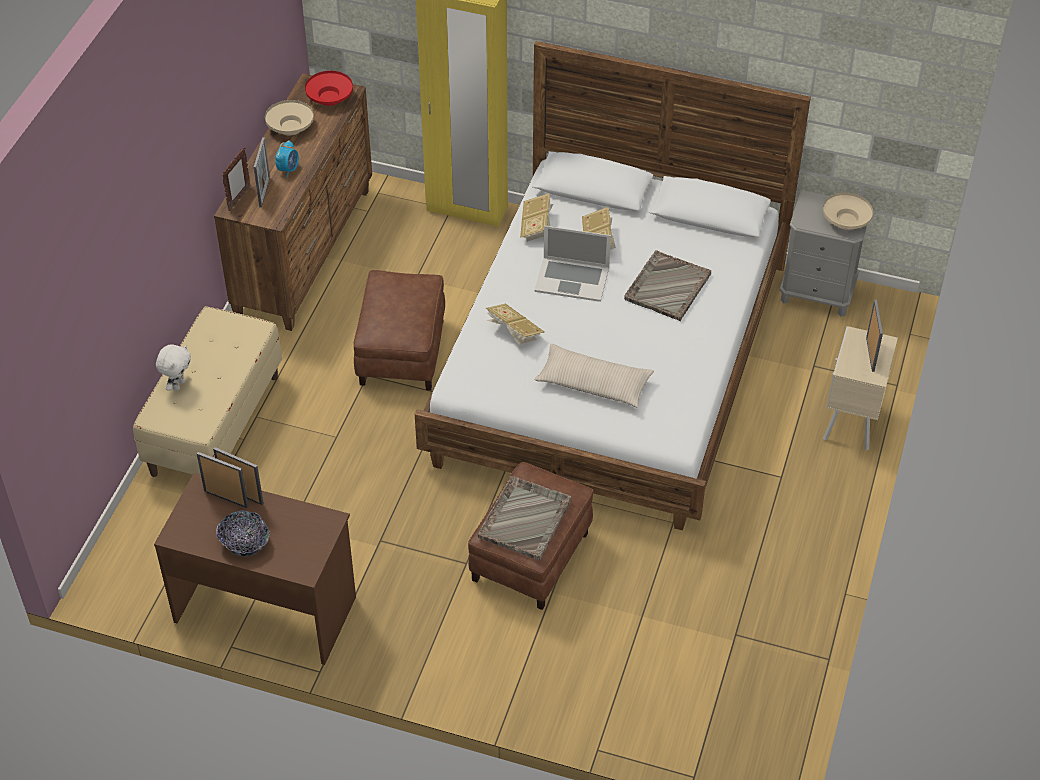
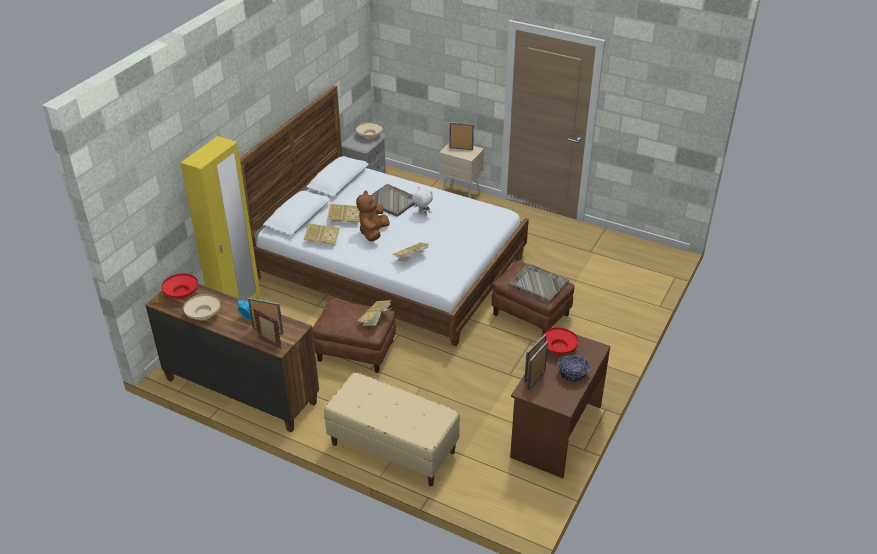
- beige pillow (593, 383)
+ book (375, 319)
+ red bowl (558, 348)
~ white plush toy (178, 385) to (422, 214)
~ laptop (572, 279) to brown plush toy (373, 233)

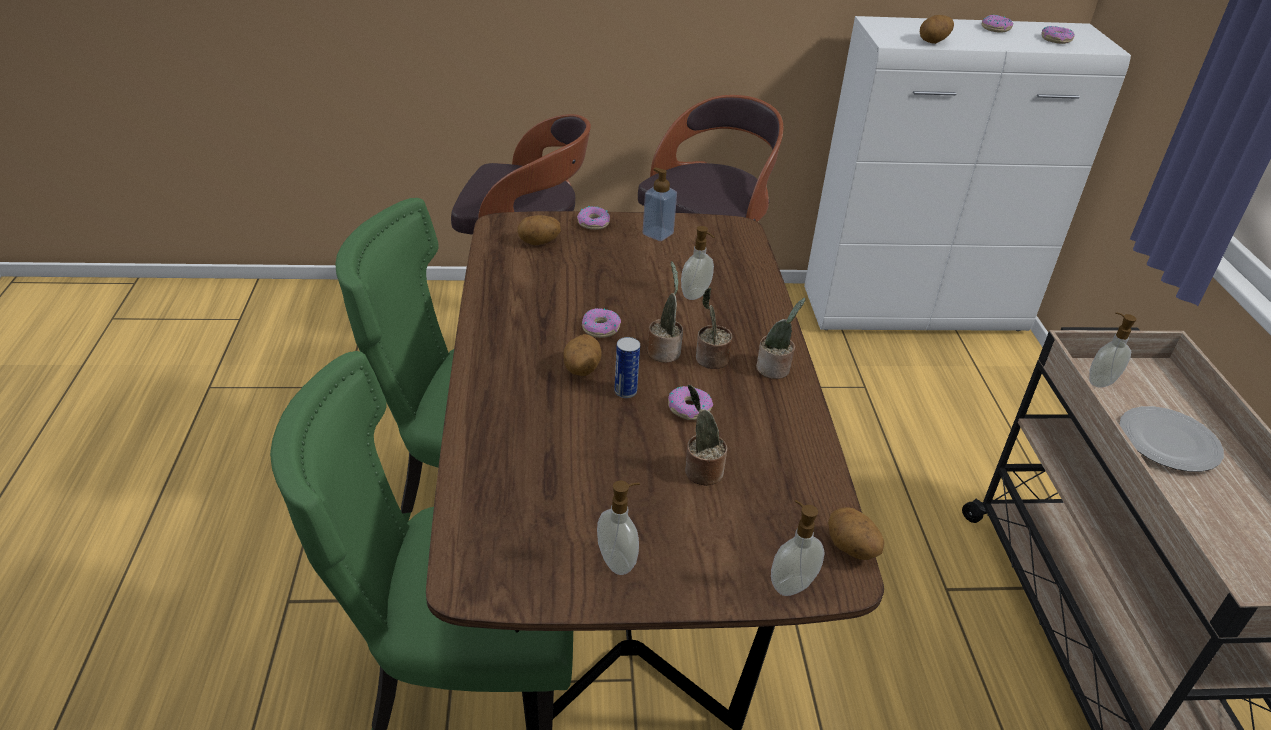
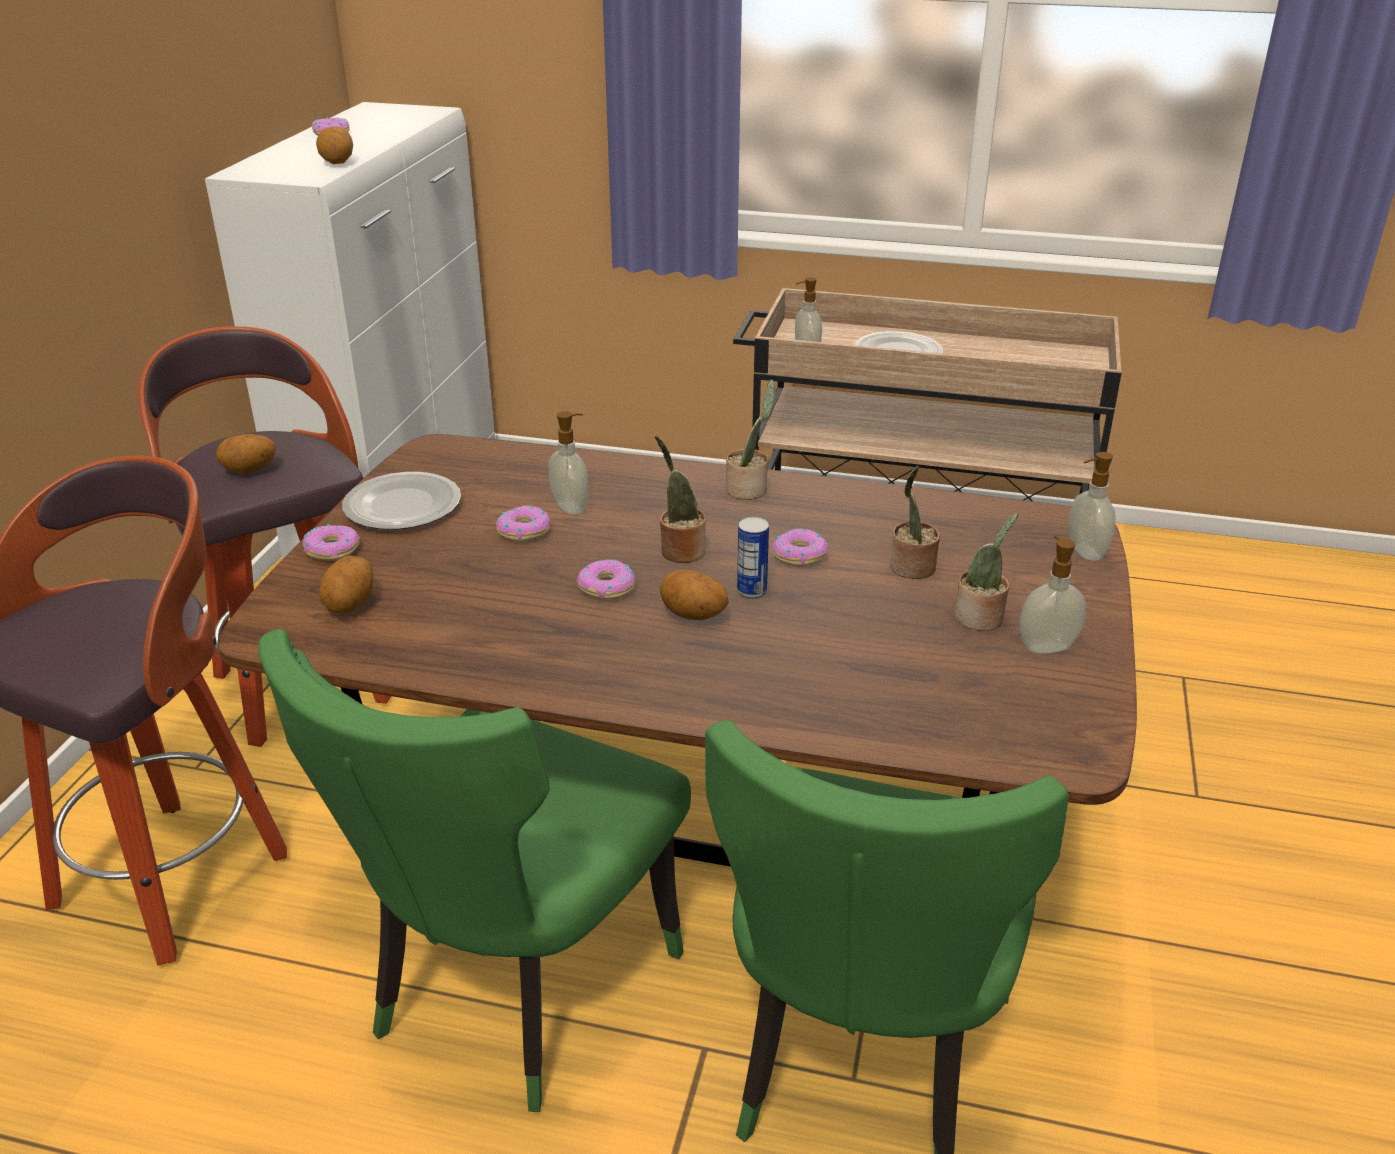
~ potted plant (710, 360) to (981, 619)
~ potato (850, 549) to (249, 471)
~ donut (1056, 39) to (524, 531)
~ soap dispenser (658, 234) to plate (404, 506)

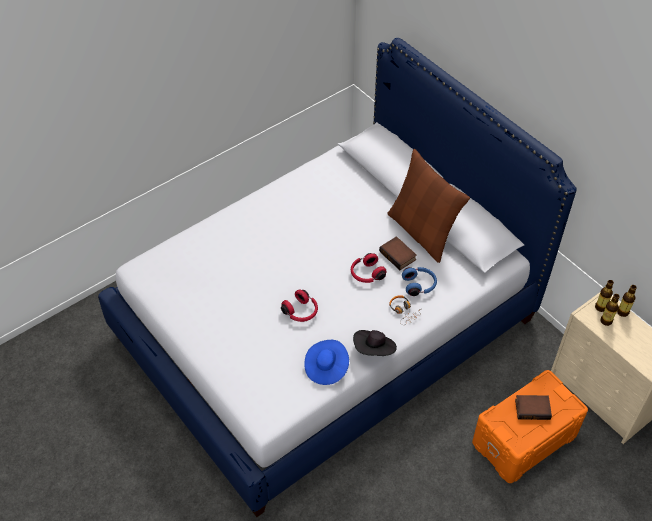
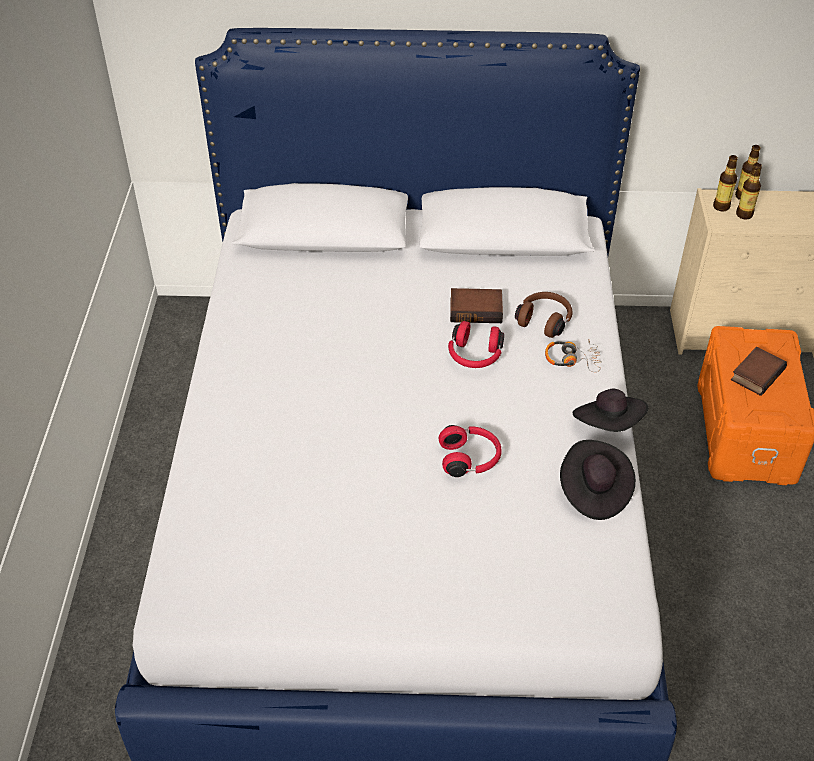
- brown pillow (422, 232)
~ blue hat (326, 368) to black hat (593, 491)
~ blue headphones (419, 285) to brown headphones (544, 320)

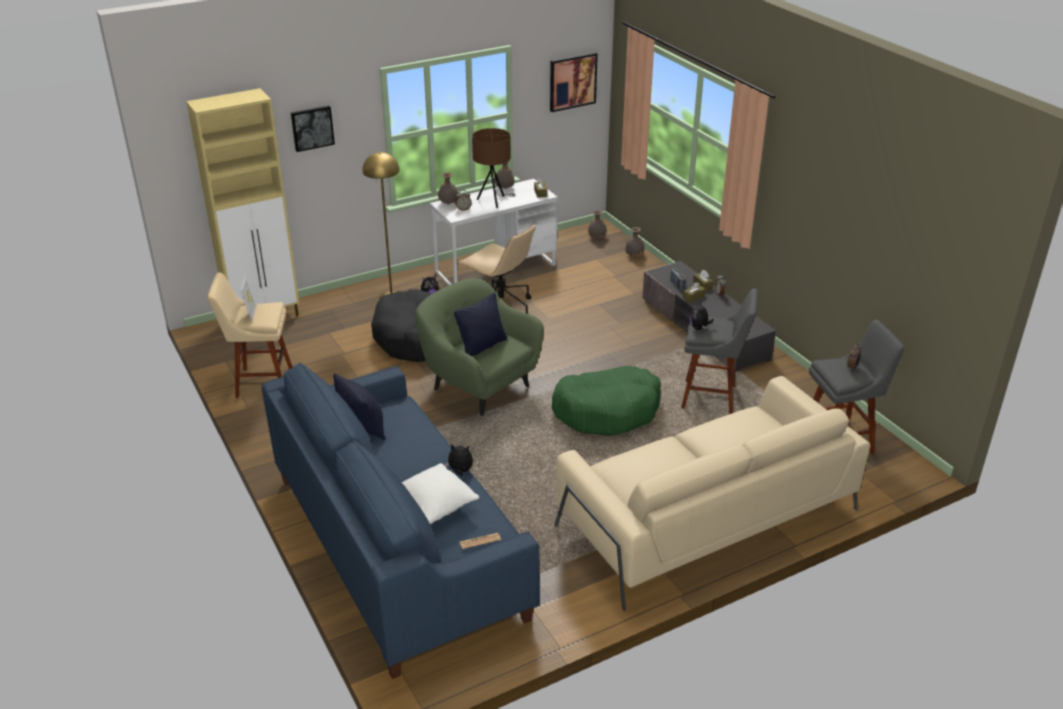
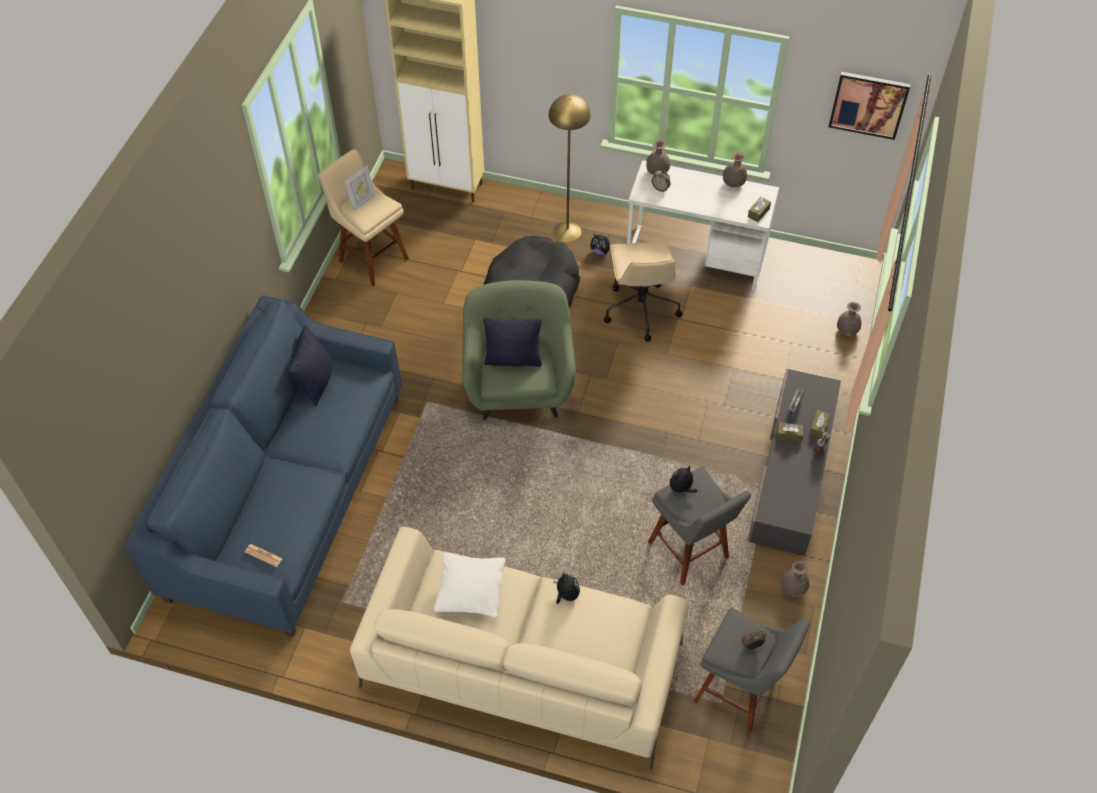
- picture (312, 127)
- brown table lamp (494, 201)
- green dog bed (607, 411)
~ white pillow (435, 507) to (471, 593)
~ plush toy (460, 471) to (566, 595)
~ grey vase (597, 237) to (793, 588)

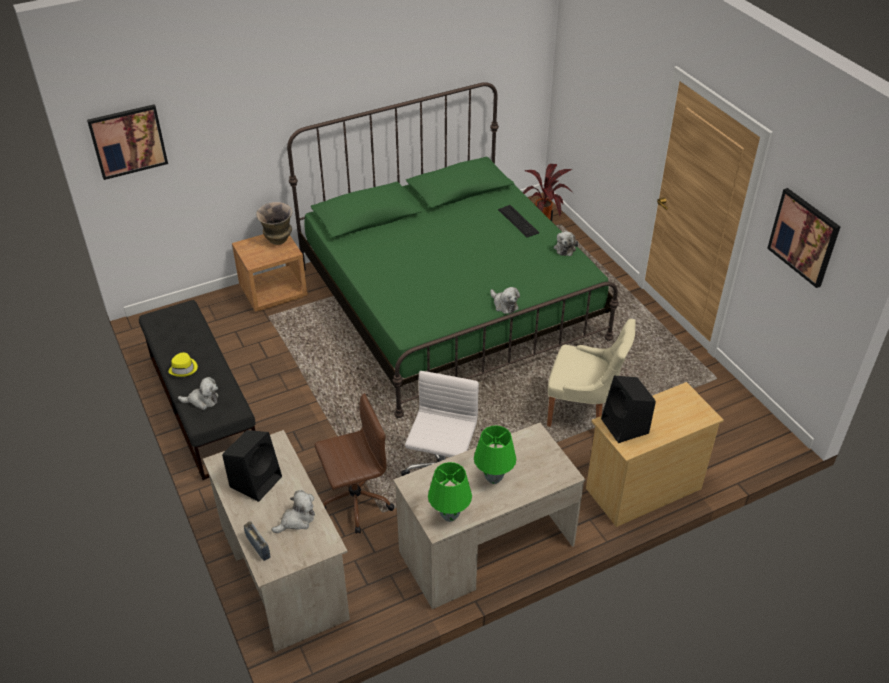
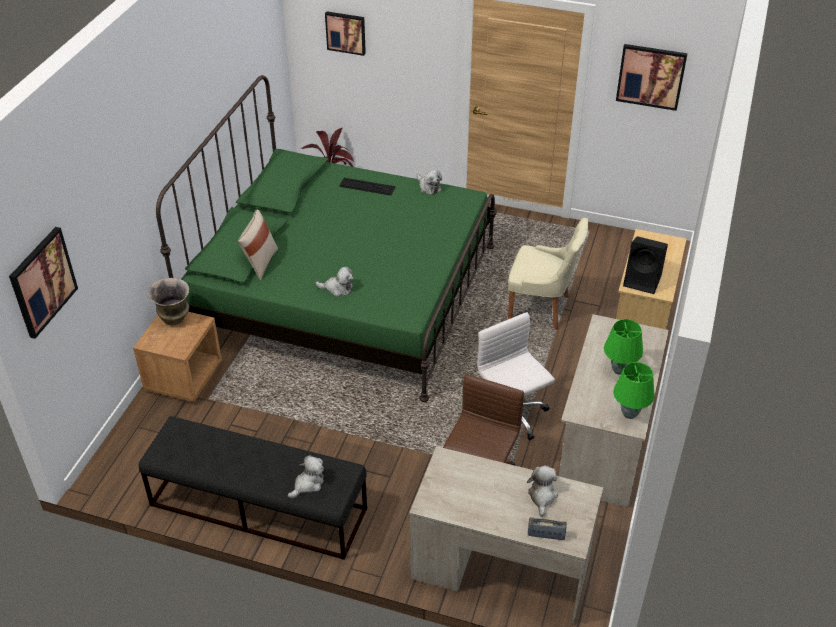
- yellow hat (184, 369)
- black speaker (256, 480)
+ beige pillow (260, 263)
+ picture (346, 32)
~ plush toy (504, 305) to (337, 288)
~ beige chair (583, 412) = (541, 308) 45 degrees clockwise

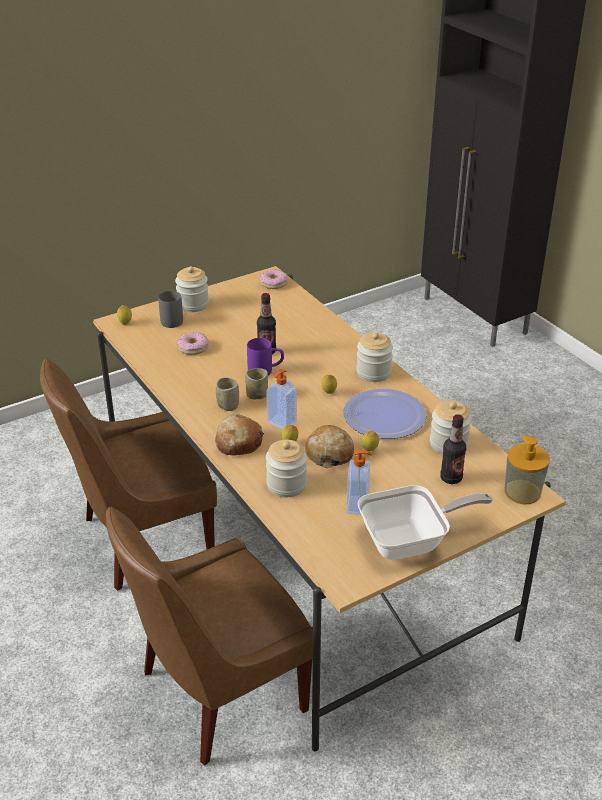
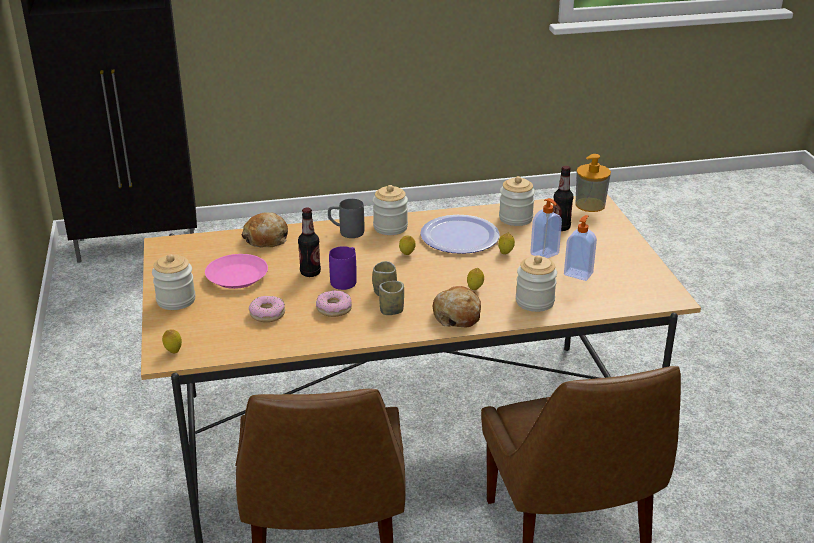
- frying pan (411, 542)
+ pink plate (238, 276)
~ grey mug (171, 319) to (346, 232)
~ donut (274, 283) to (334, 308)
~ soap dispenser (281, 423) to (545, 254)
~ bread (329, 453) to (266, 238)

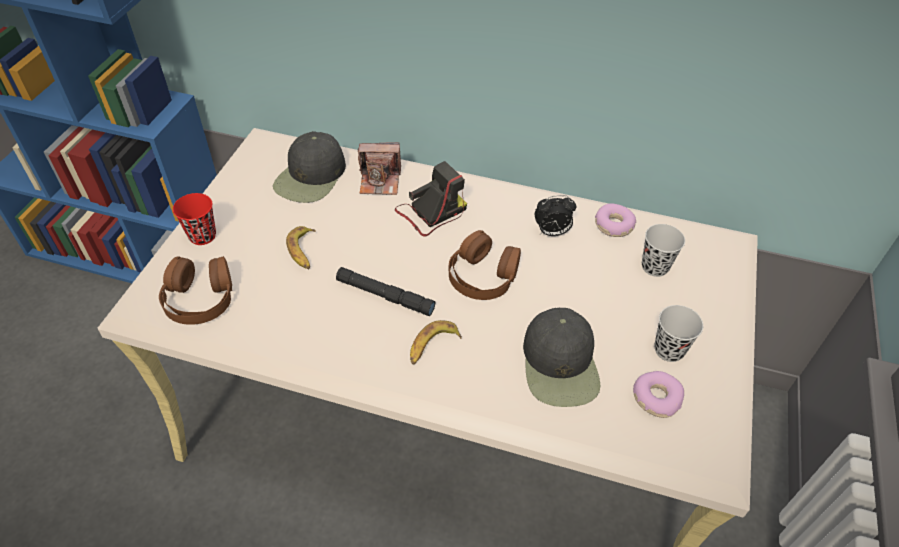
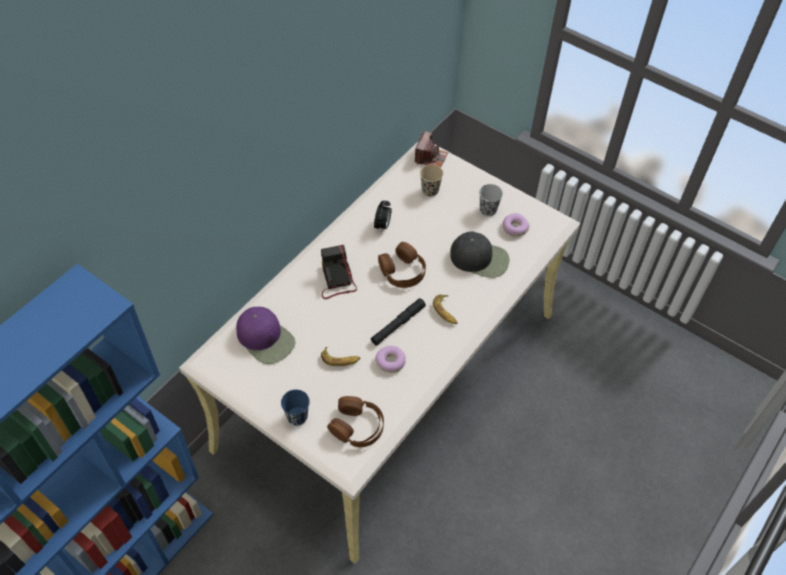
~ photo camera (380, 180) to (430, 157)
~ donut (613, 226) to (390, 362)
~ red cup (202, 236) to blue cup (297, 417)
~ black cap (311, 176) to purple cap (266, 339)
~ black cup (655, 267) to beige cup (430, 190)

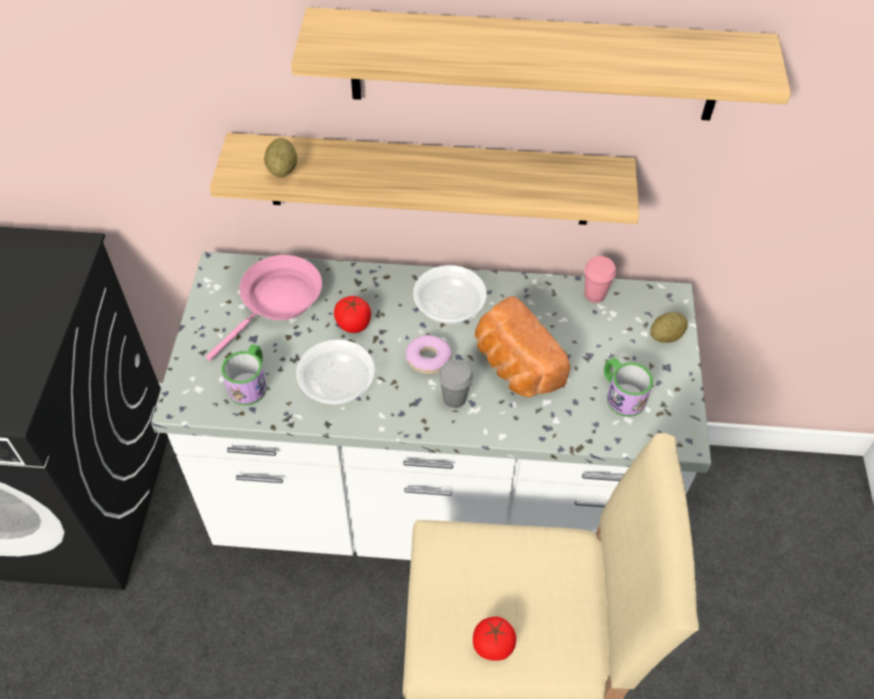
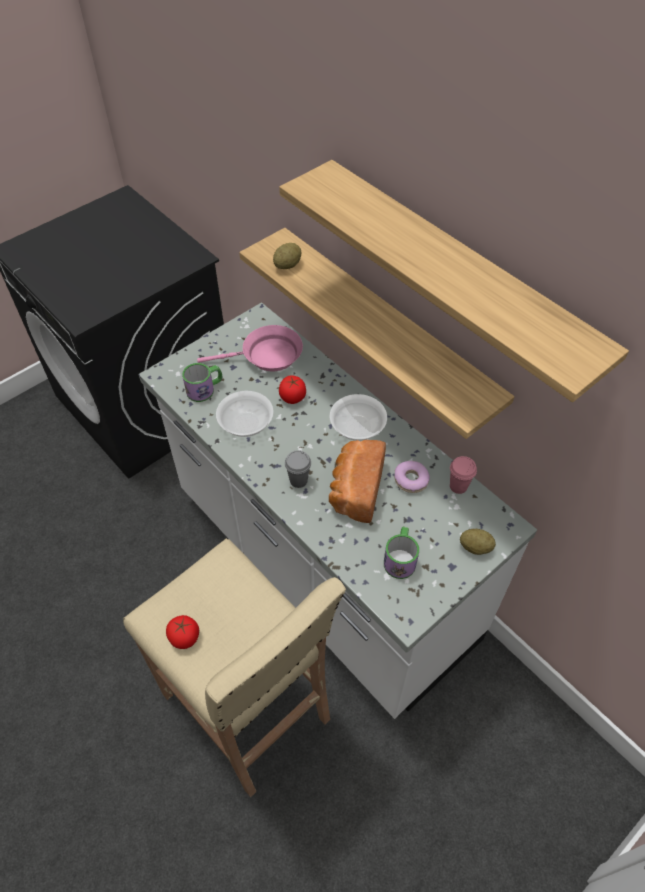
~ donut (428, 359) to (411, 480)

